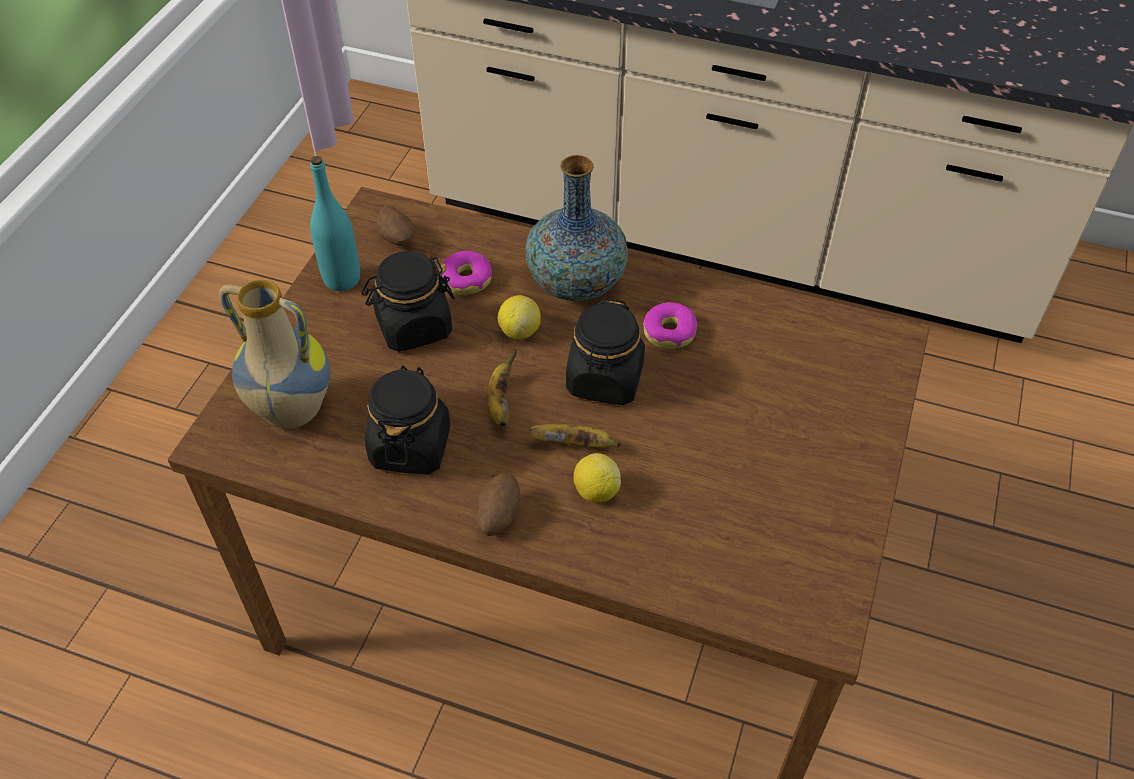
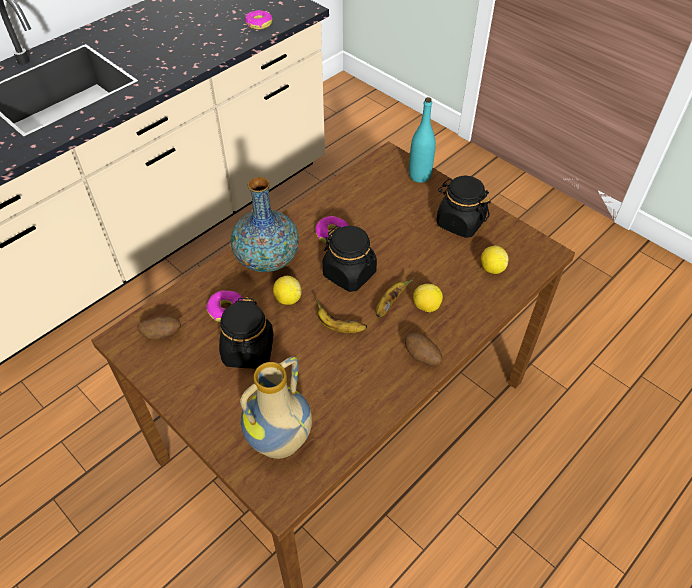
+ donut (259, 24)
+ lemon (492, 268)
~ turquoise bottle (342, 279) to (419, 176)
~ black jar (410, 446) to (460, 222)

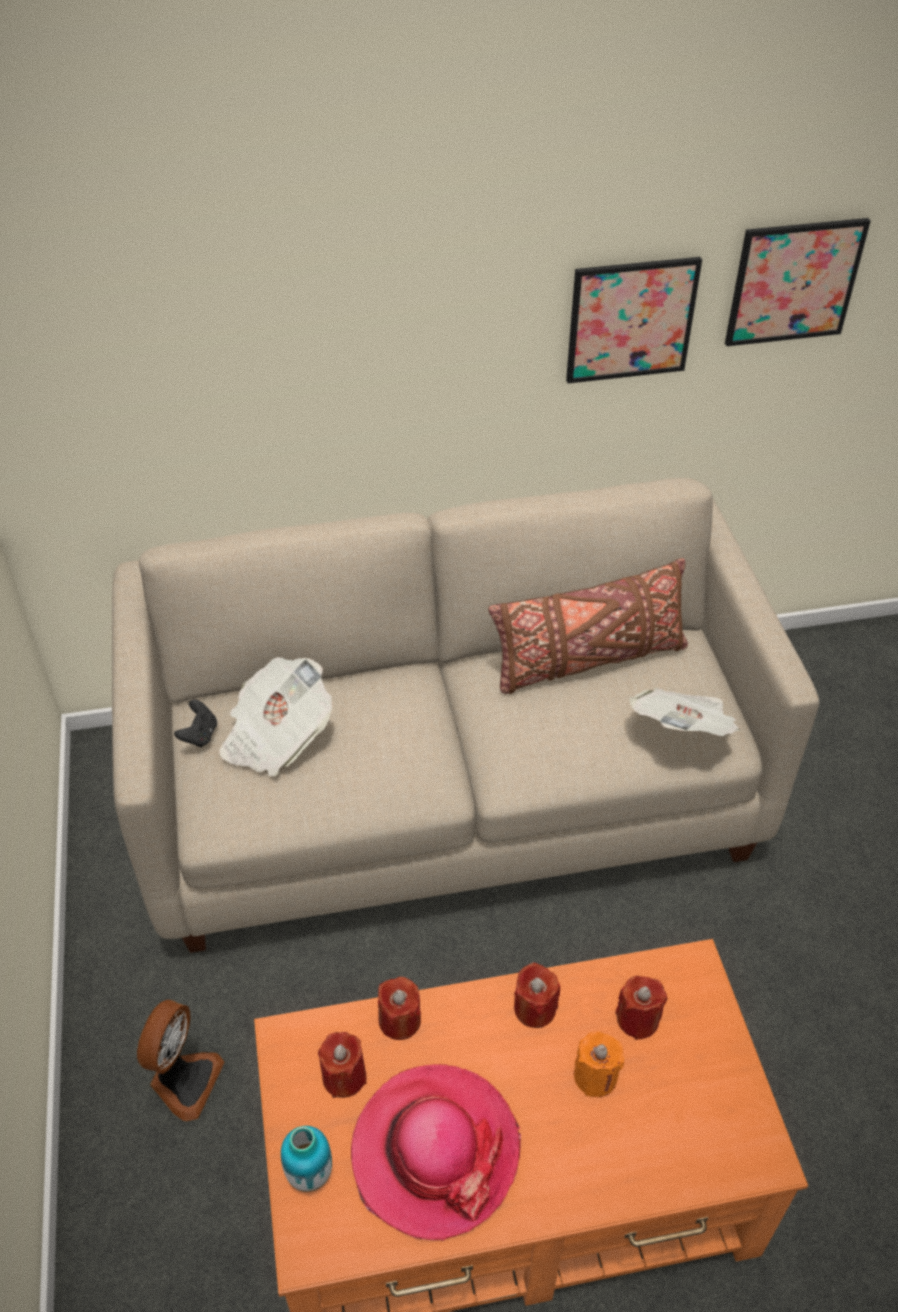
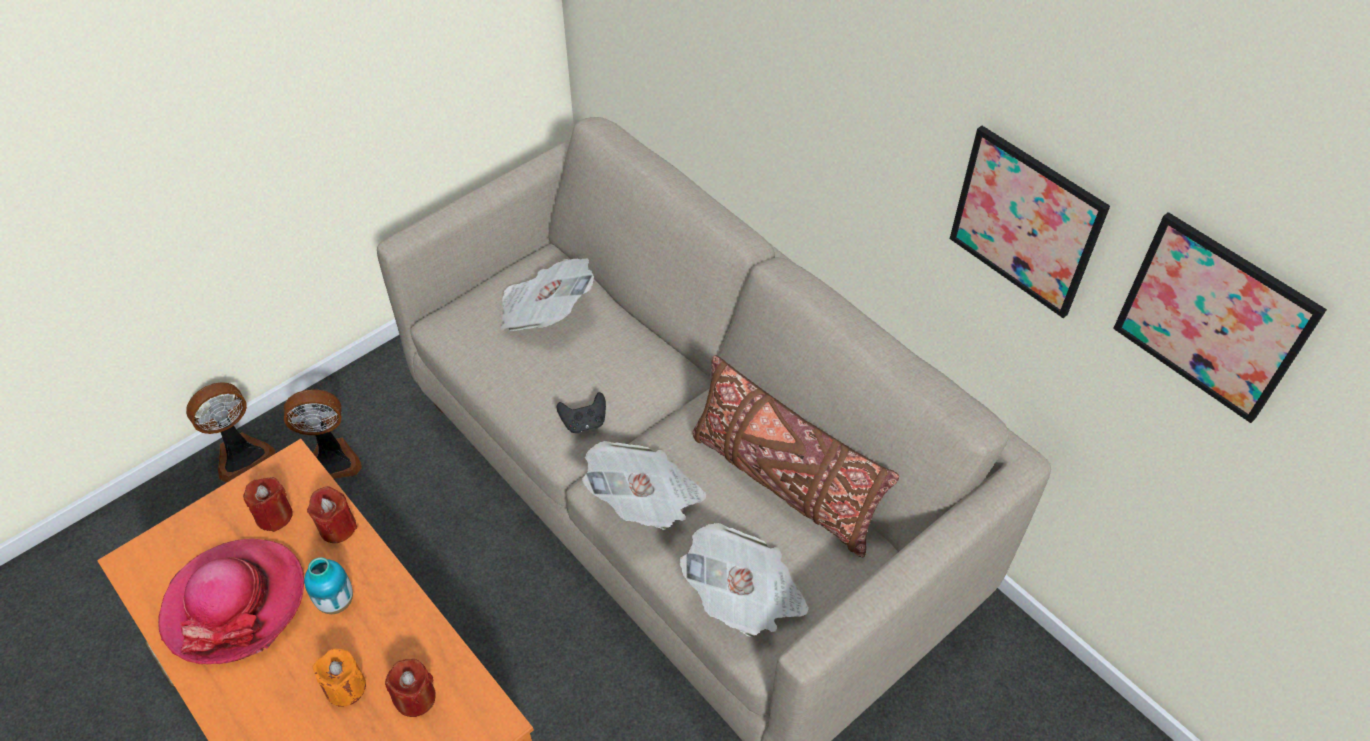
- red candle (534, 1008)
+ fan (241, 454)
+ newspaper (646, 501)
~ black game controller (199, 735) to (584, 422)
~ vase (309, 1174) to (336, 602)

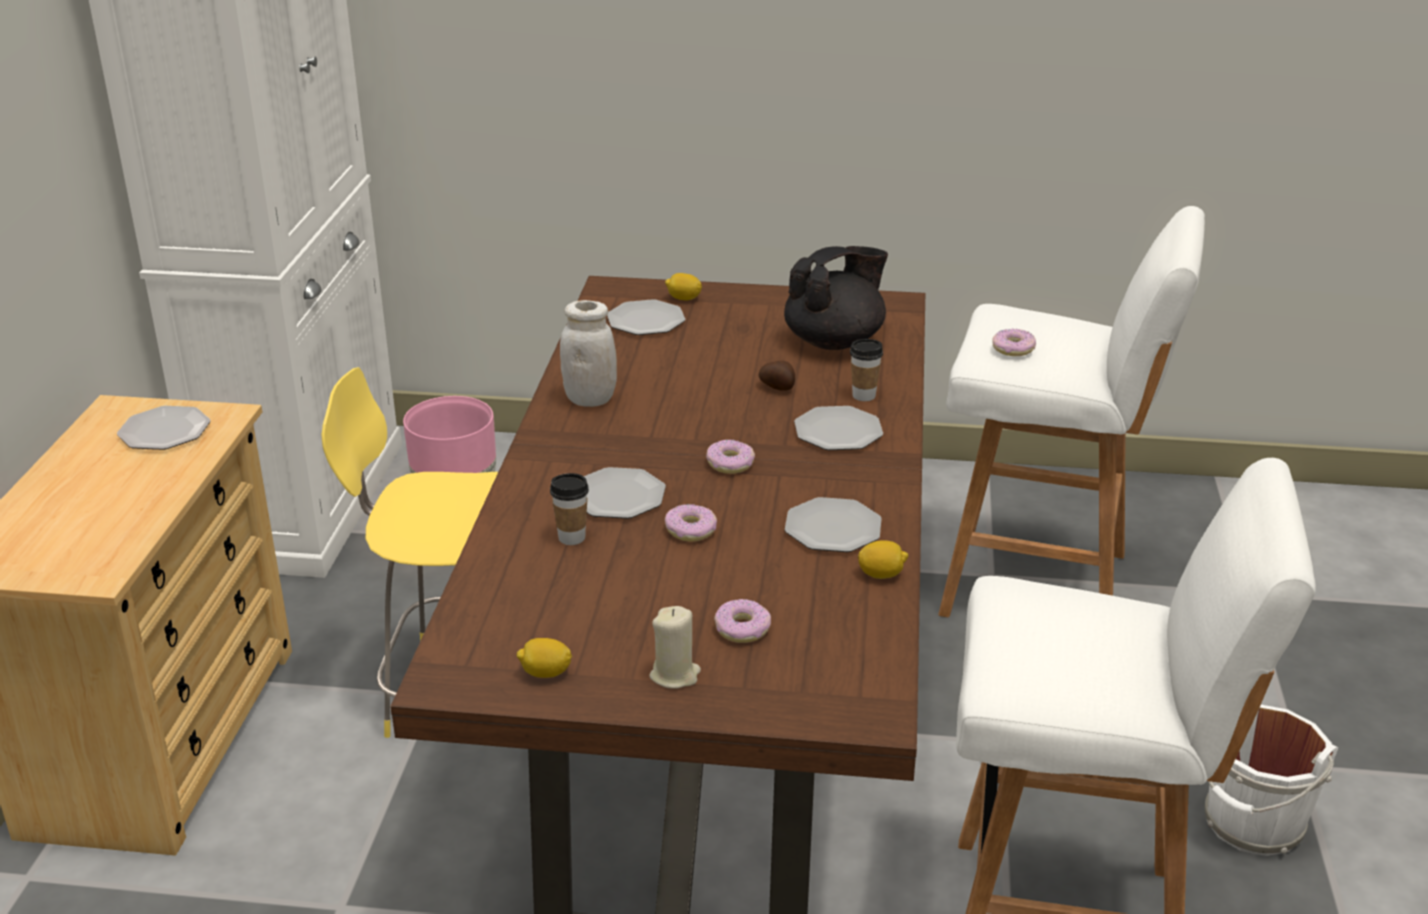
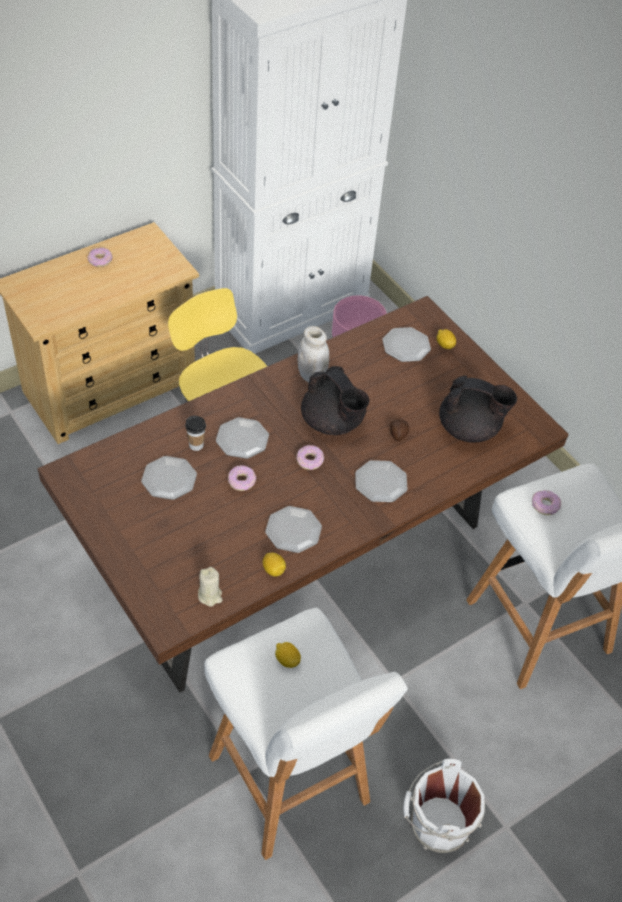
- cup (864, 396)
+ black teapot (333, 422)
~ plate (165, 431) to (169, 479)
~ lemon (545, 673) to (287, 660)
~ beige candle (675, 675) to (210, 595)
~ donut (742, 629) to (100, 260)

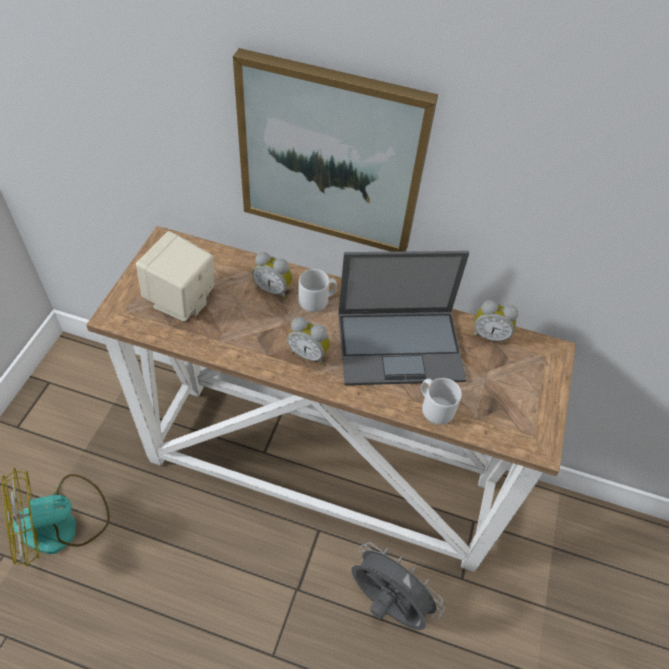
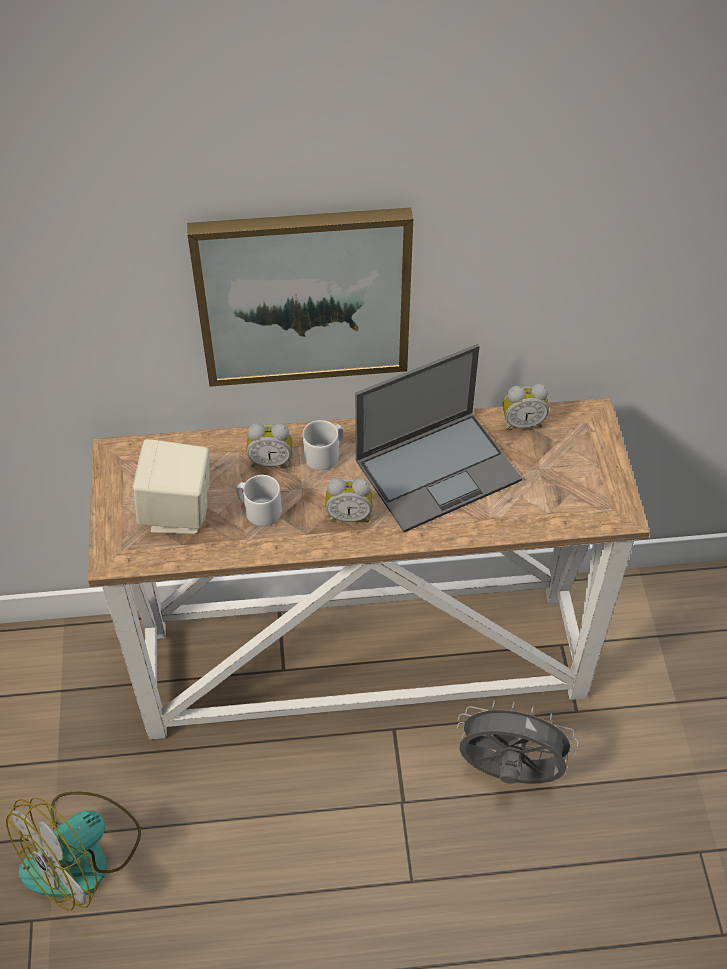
~ grey mug (434, 407) to (259, 510)

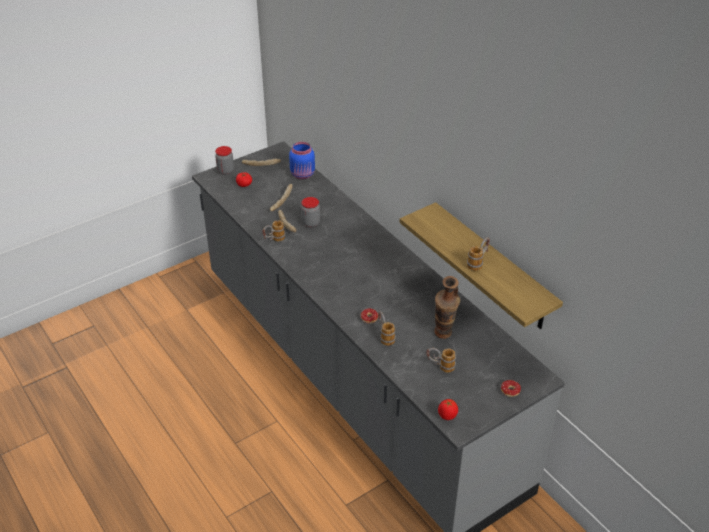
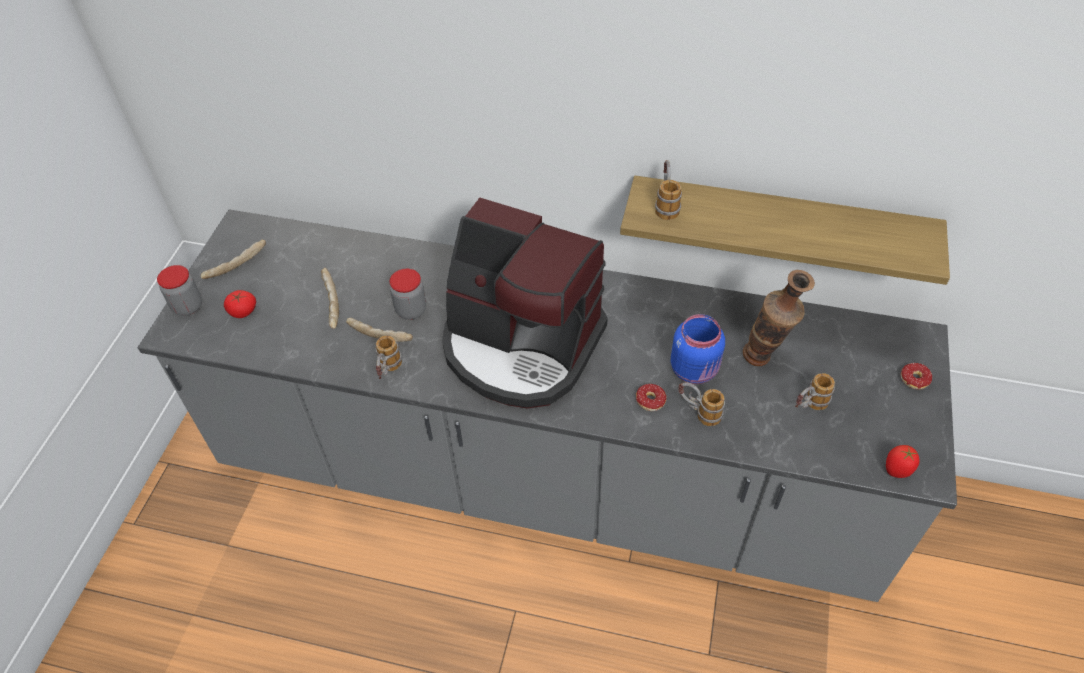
+ coffee machine (521, 346)
~ blue jar (303, 175) to (695, 370)
~ mug (478, 262) to (666, 204)

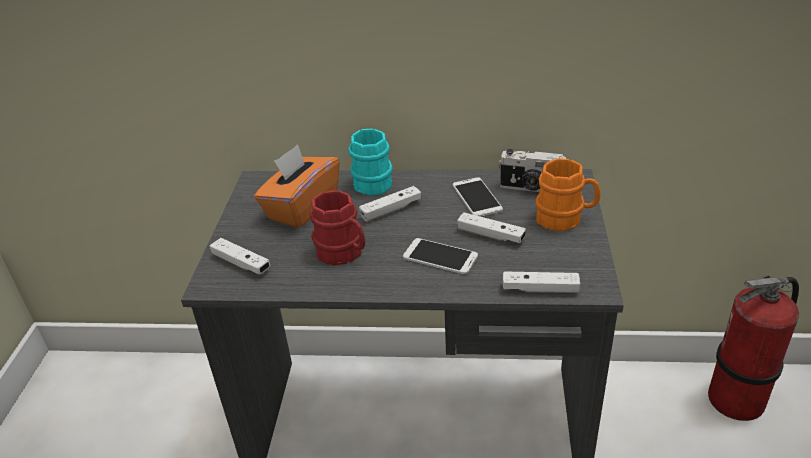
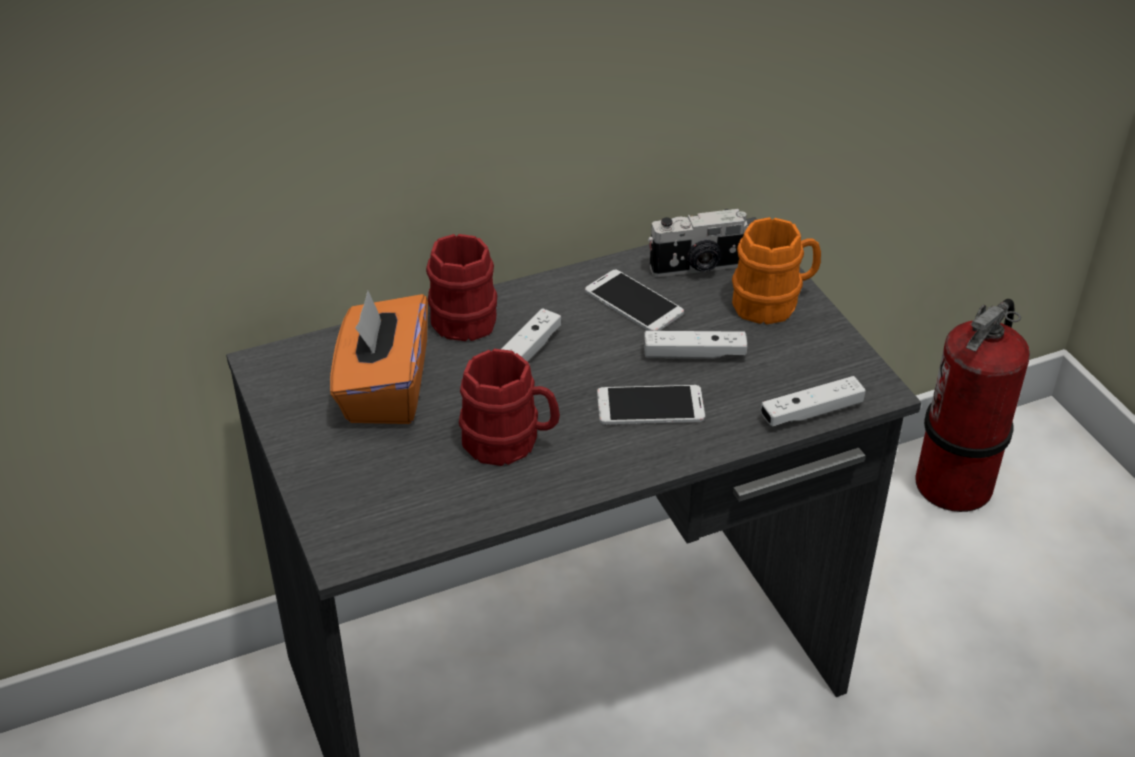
- white game controller (241, 263)
~ turquoise mug (372, 181) to red mug (459, 315)

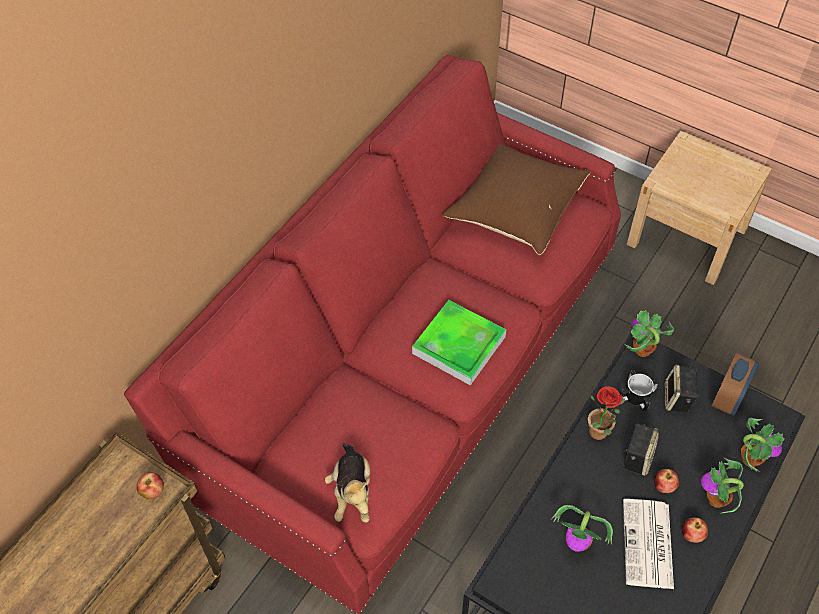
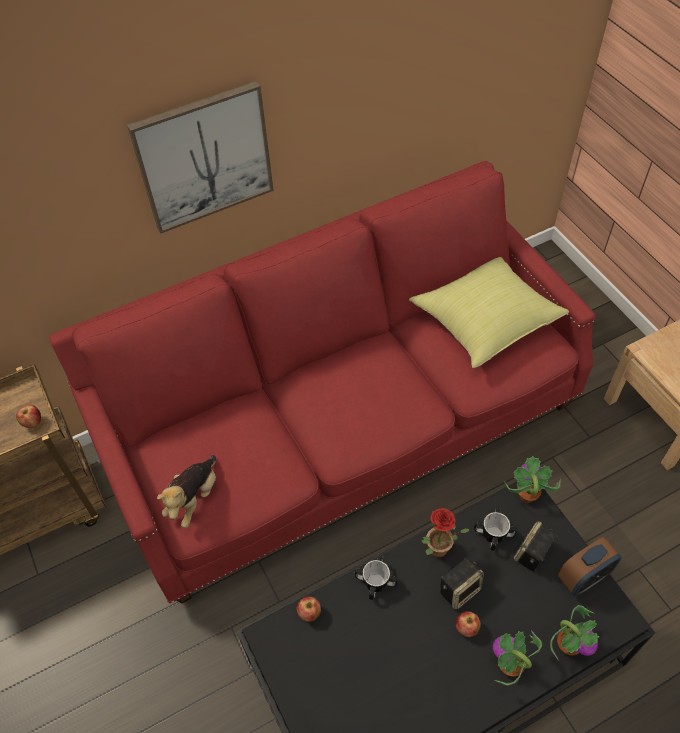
- tray (459, 345)
- potted plant (578, 543)
- newspaper (648, 545)
+ picture (204, 157)
+ mug (376, 582)
~ apple (691, 535) to (309, 613)
~ brown pillow (515, 210) to yellow pillow (485, 321)

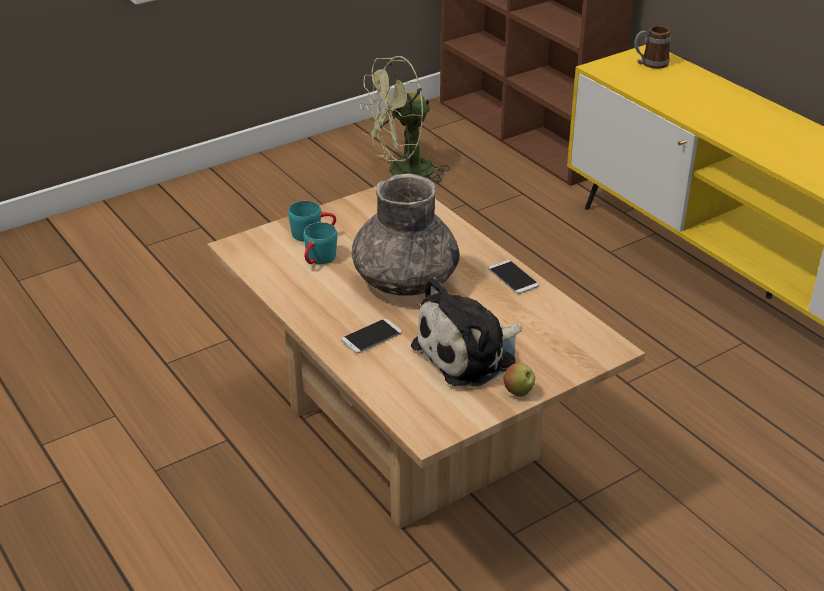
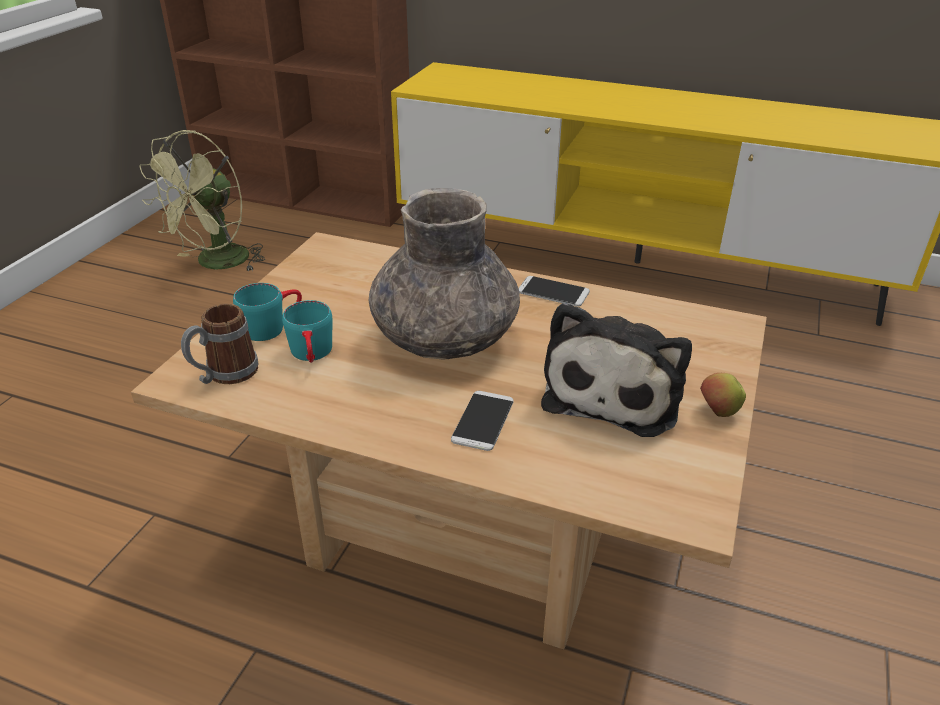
~ mug (650, 64) to (224, 375)

